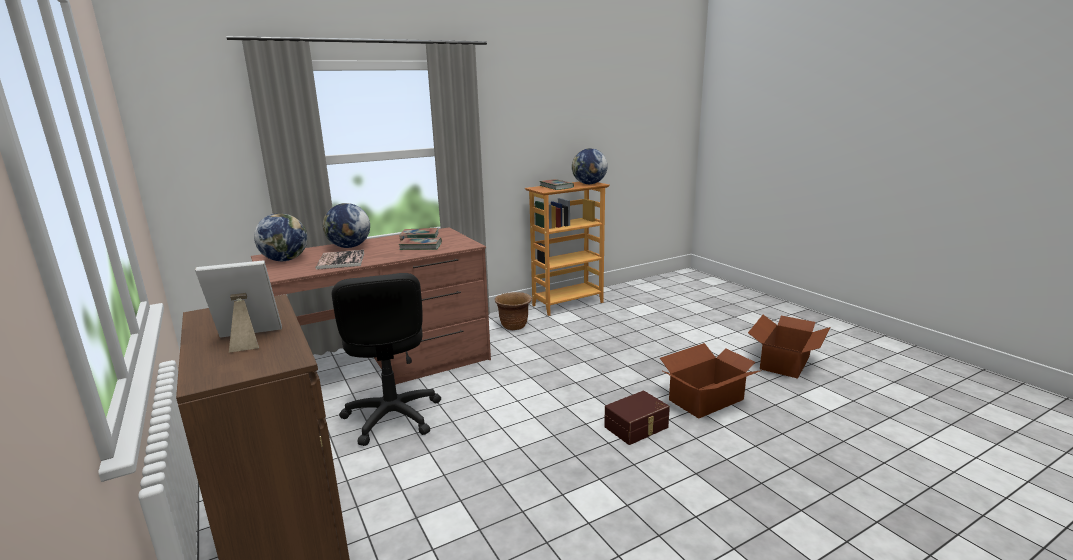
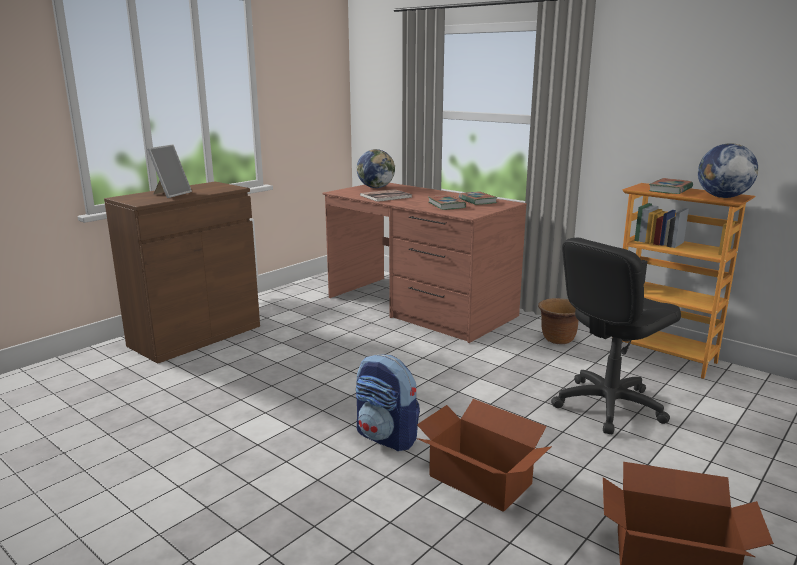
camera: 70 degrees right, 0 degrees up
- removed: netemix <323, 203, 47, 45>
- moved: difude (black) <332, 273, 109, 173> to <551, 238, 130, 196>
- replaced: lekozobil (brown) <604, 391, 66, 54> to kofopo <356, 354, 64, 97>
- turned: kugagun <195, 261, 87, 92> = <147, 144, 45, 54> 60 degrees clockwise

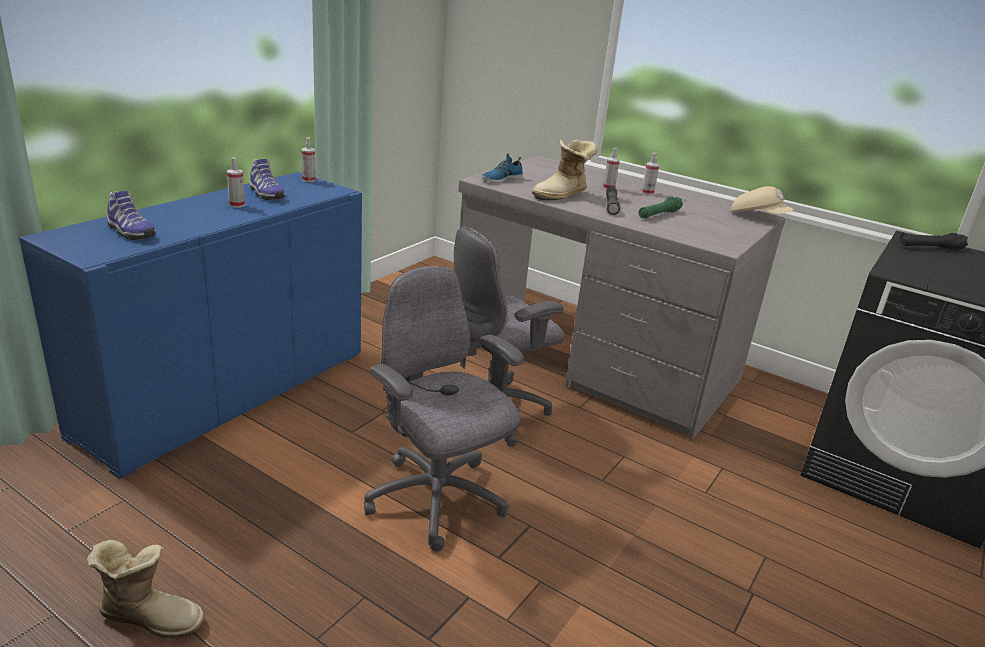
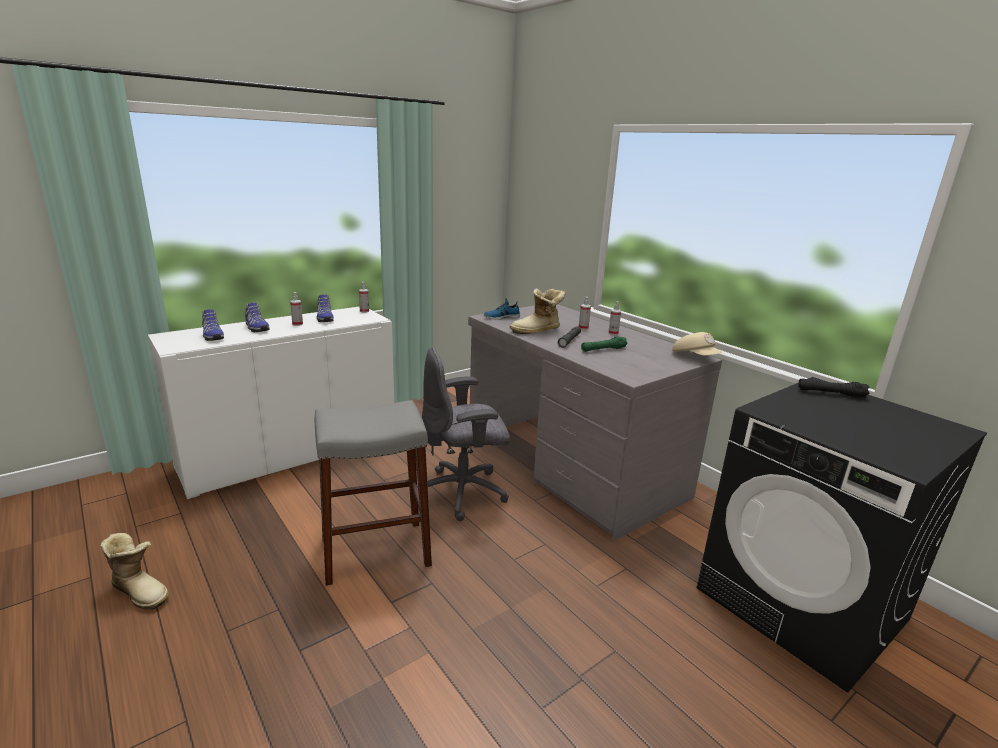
camera: 20 degrees right, 5 degrees down
- added: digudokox <245, 302, 24, 30>
- replaced: difude (grey) <364, 266, 160, 286> to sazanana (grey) <315, 400, 117, 186>
- recoloured: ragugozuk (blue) <19, 172, 343, 307> to ragugozuk (white) <148, 306, 246, 193>

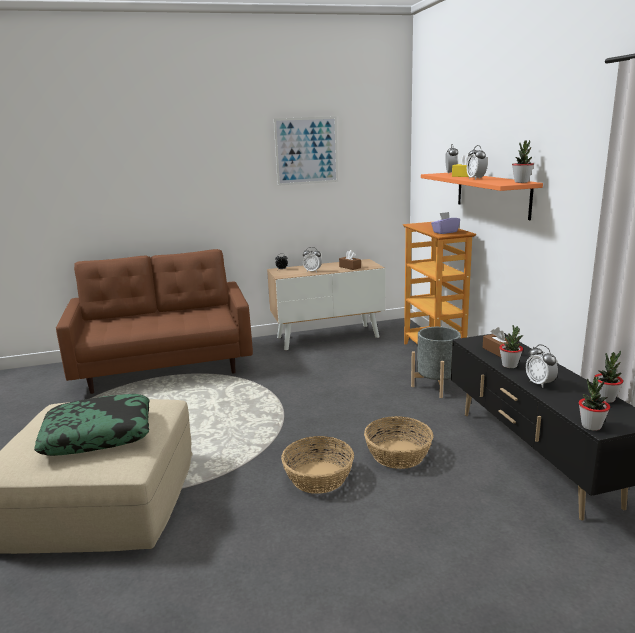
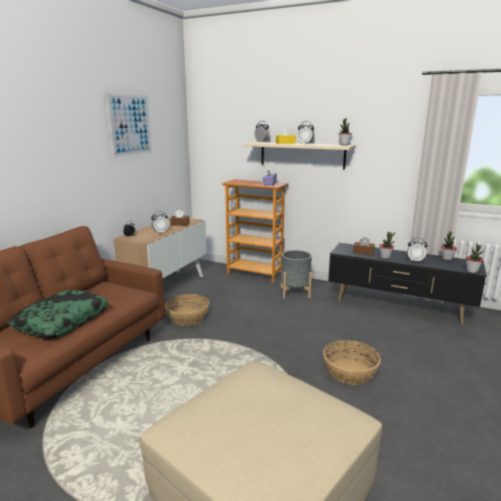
camera: 50 degrees left, 0 degrees up
- moved: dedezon <34, 394, 116, 62> to <8, 290, 101, 49>
- moved: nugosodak <364, 416, 69, 53> to <165, 294, 44, 31>
- recoloured: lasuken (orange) <421, 172, 122, 48> to lasuken (beige) <243, 142, 113, 27>

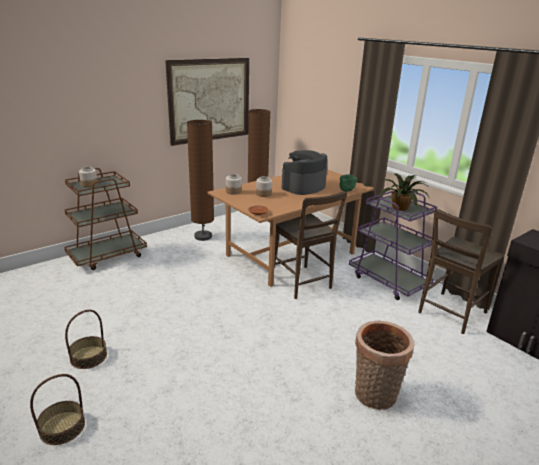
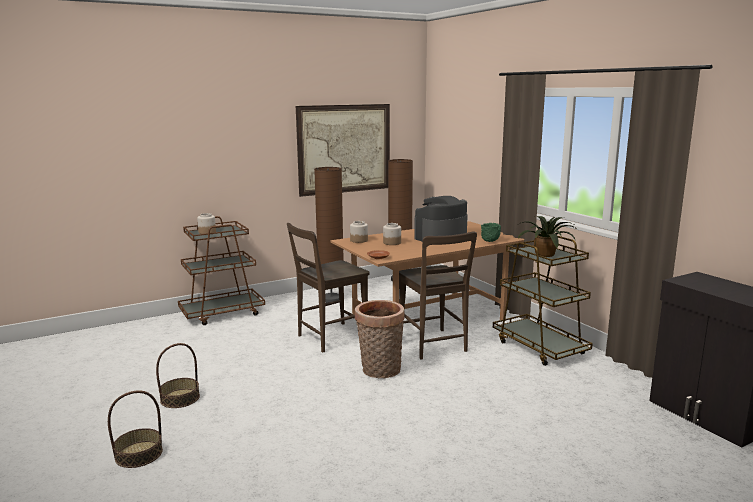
camera: 10 degrees right, 10 degrees down
- moved: nugosodak <355, 321, 59, 89> to <355, 300, 50, 78>
- moved: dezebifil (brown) <418, 209, 86, 125> to <287, 223, 83, 129>
- recoloured: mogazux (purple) <349, 190, 88, 110> to mogazux (brown) <493, 236, 100, 130>

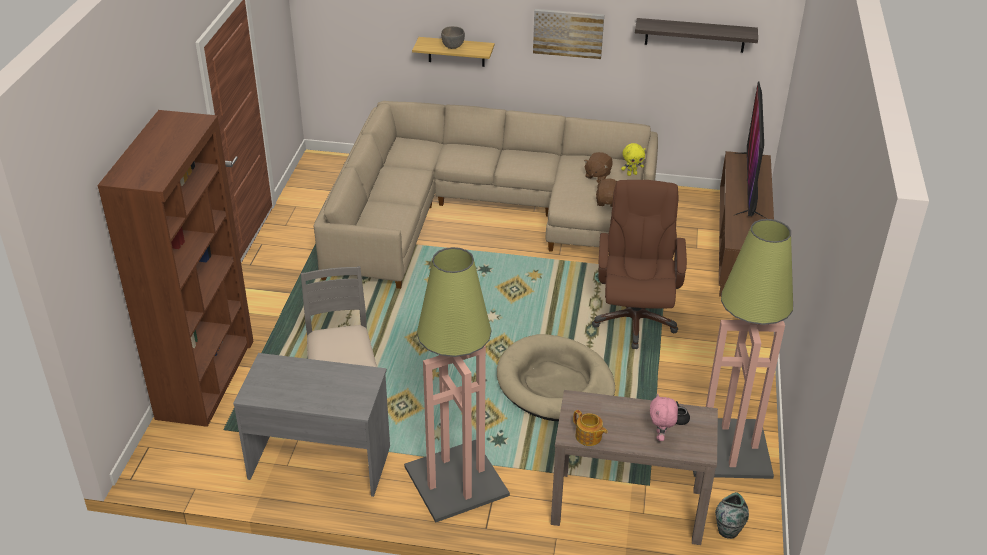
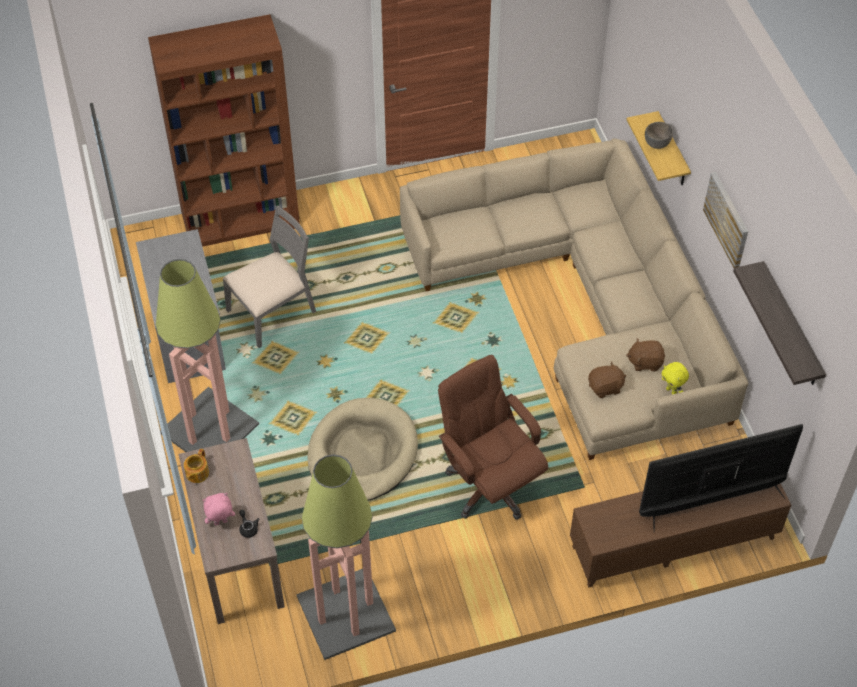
camera: 65 degrees right, 15 degrees up
- removed: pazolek <715, 492, 34, 47>
- turned: difude (brown) <592, 180, 95, 169> = <438, 355, 110, 165> 105 degrees counterclockwise

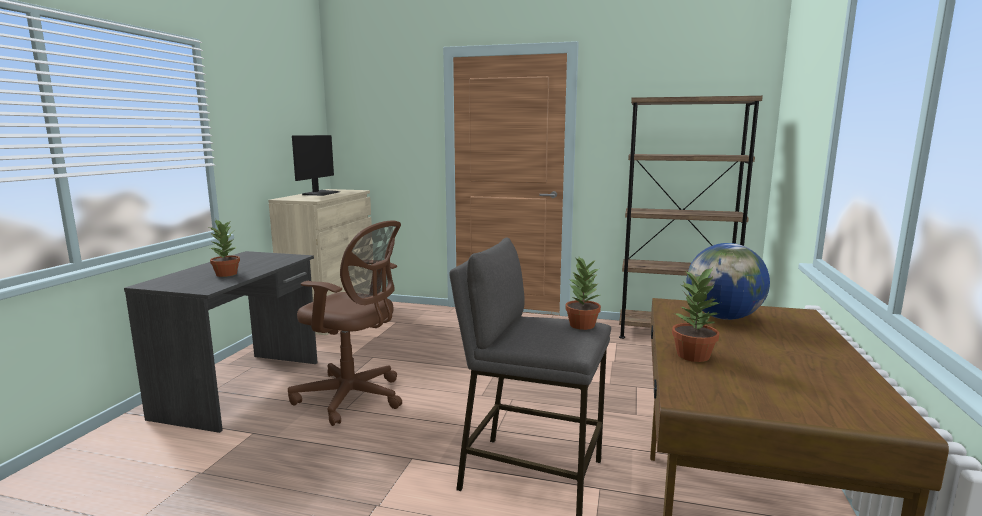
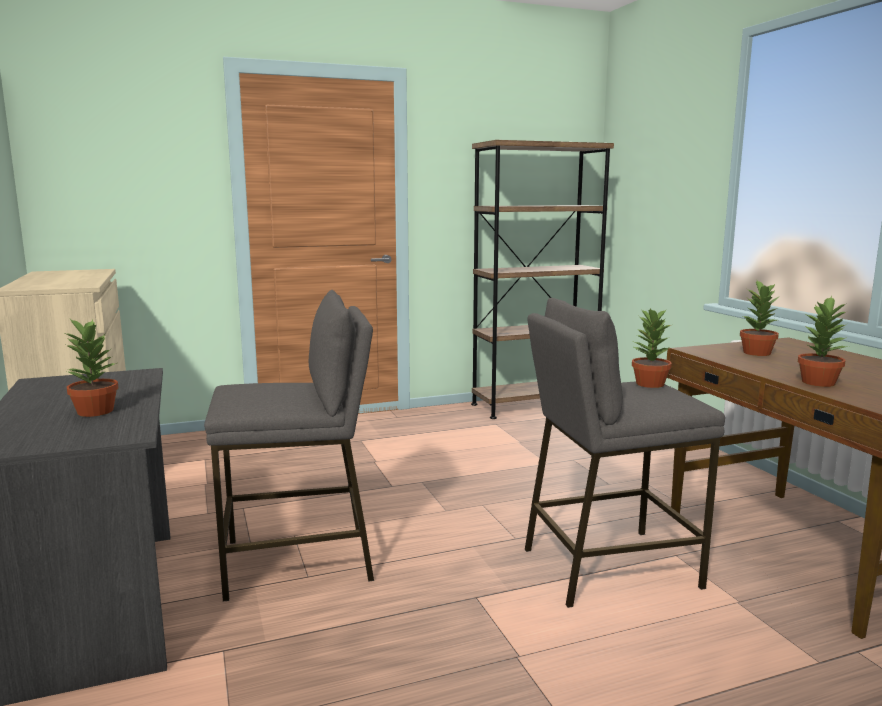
camera: 35 degrees left, 0 degrees up
- removed: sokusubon <292, 135, 47, 61>
- replaced: difude (brown) <288, 220, 114, 206> to sazanana (grey) <204, 290, 170, 312>
- replaced: netemix <687, 243, 83, 77> to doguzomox <740, 280, 40, 76>

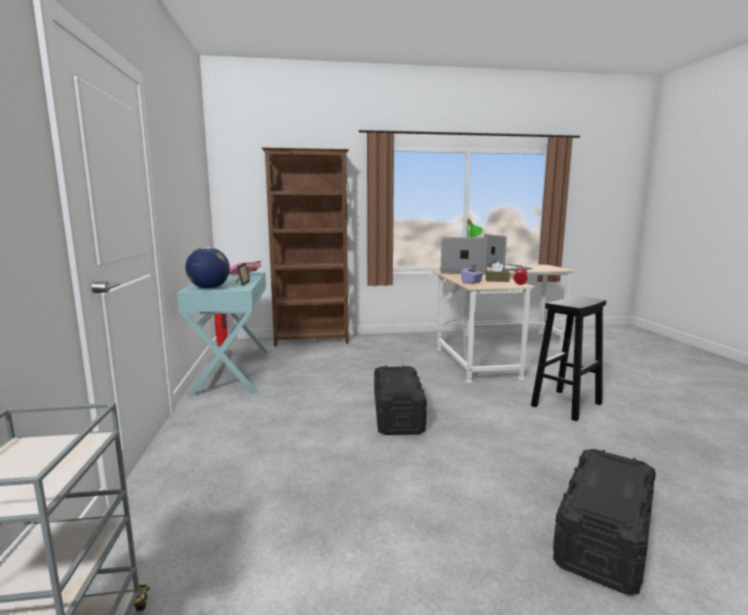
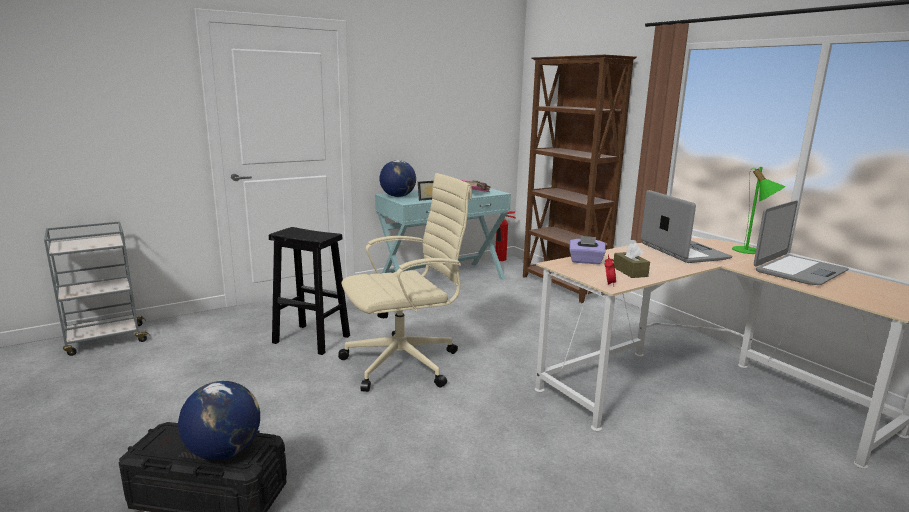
camera: 65 degrees right, 5 degrees up
- added: netemix <178, 381, 82, 79>
- moved: sazanana (black) <531, 296, 75, 125> to <269, 227, 81, 128>
- replaced: lekozobil (black) <374, 365, 53, 70> to difude (beige) <338, 173, 134, 219>

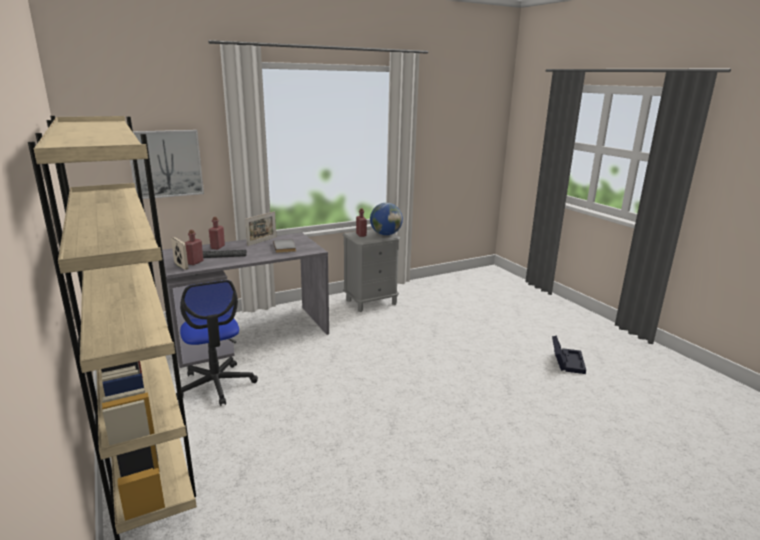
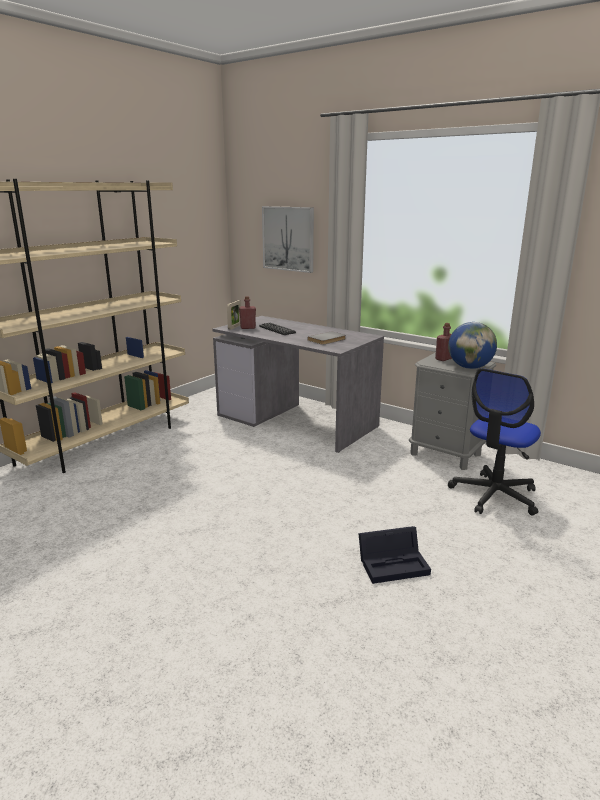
camera: 65 degrees right, 0 degrees up
- removed: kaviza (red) <209, 217, 16, 32>
- removed: kugagun <245, 211, 31, 35>
- moved: difude <176, 280, 82, 126> to <448, 368, 93, 148>
- moved: lekozobil (black) <552, 335, 34, 39> to <358, 526, 73, 58>

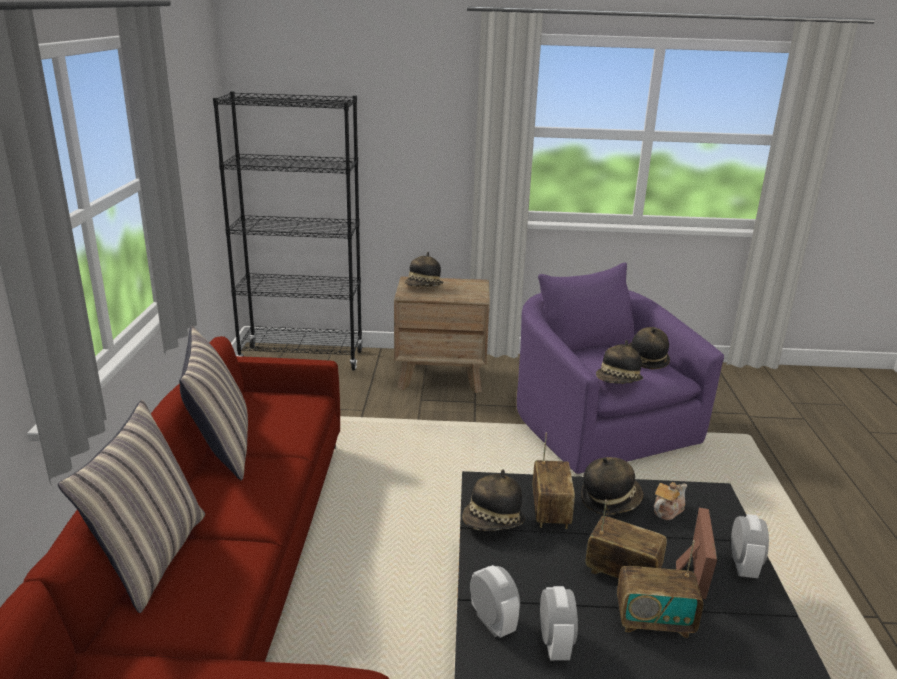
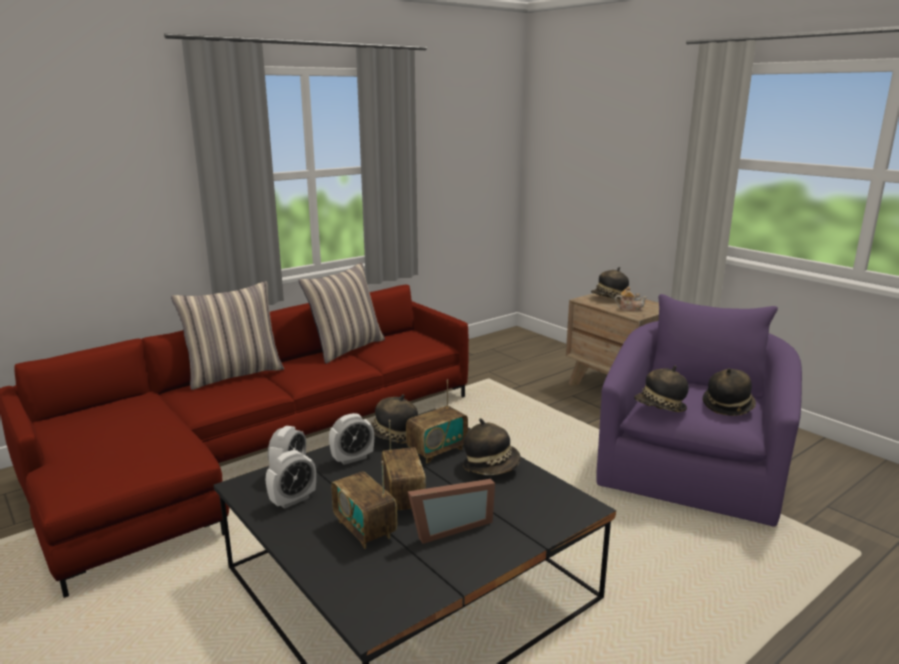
camera: 50 degrees right, 5 degrees down
- removed: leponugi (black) <213, 91, 150, 279>
- moved: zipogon <653, 482, 34, 38> to <615, 286, 32, 25>
- moved: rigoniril <731, 514, 38, 64> to <329, 413, 45, 52>

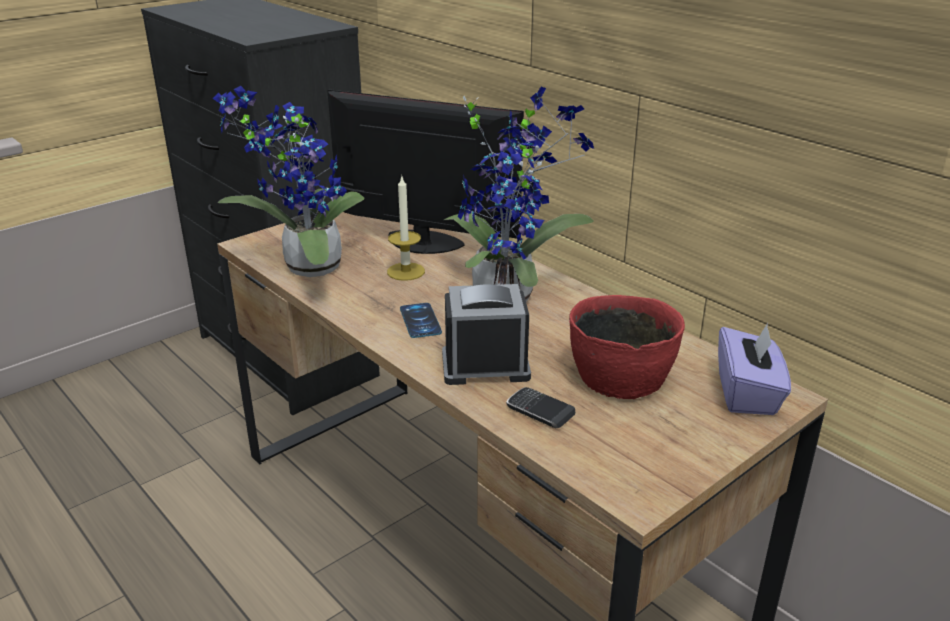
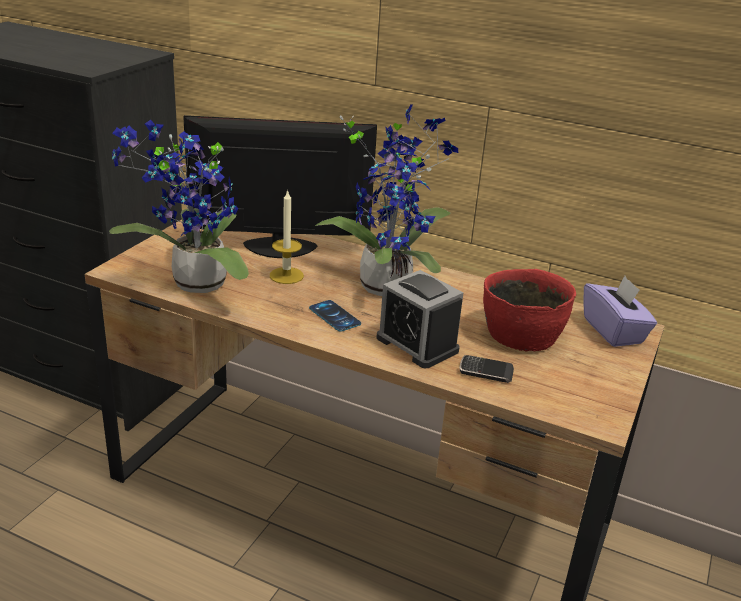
camera: 25 degrees left, 0 degrees up
- turned: rigoniril <442, 284, 89, 101> = <376, 270, 87, 98> 105 degrees counterclockwise

